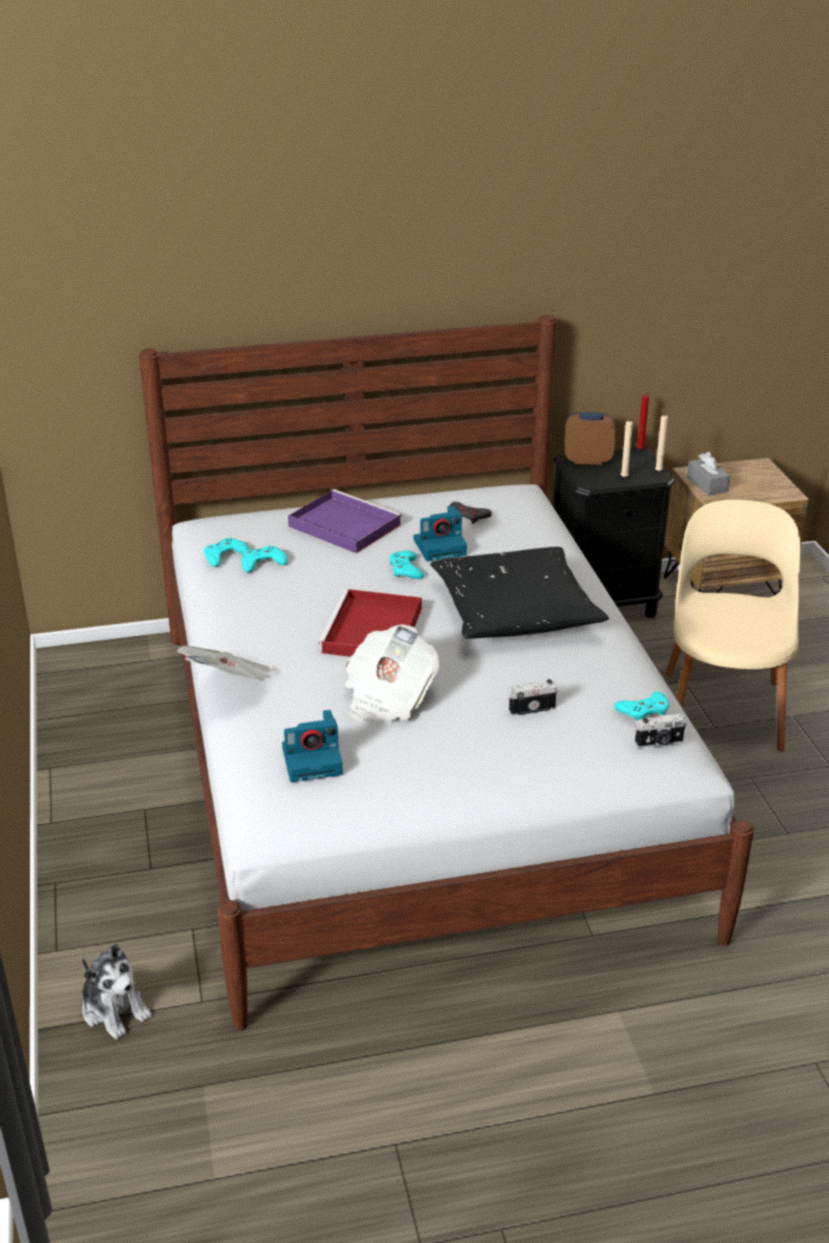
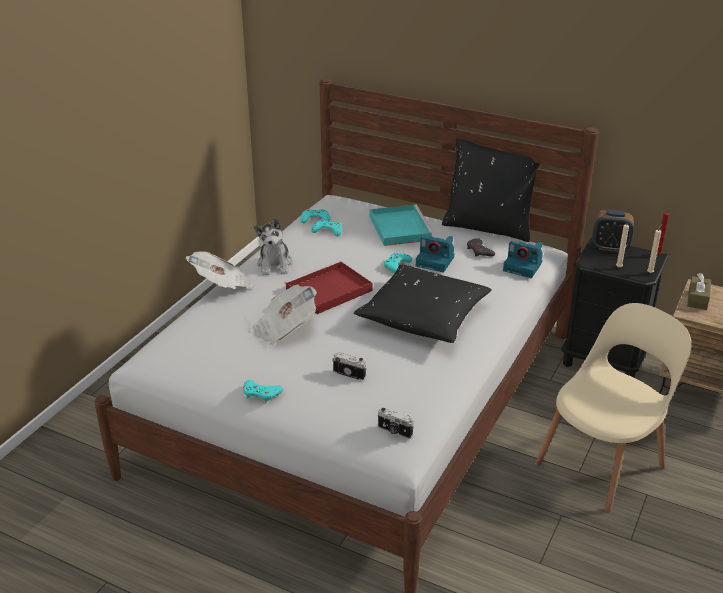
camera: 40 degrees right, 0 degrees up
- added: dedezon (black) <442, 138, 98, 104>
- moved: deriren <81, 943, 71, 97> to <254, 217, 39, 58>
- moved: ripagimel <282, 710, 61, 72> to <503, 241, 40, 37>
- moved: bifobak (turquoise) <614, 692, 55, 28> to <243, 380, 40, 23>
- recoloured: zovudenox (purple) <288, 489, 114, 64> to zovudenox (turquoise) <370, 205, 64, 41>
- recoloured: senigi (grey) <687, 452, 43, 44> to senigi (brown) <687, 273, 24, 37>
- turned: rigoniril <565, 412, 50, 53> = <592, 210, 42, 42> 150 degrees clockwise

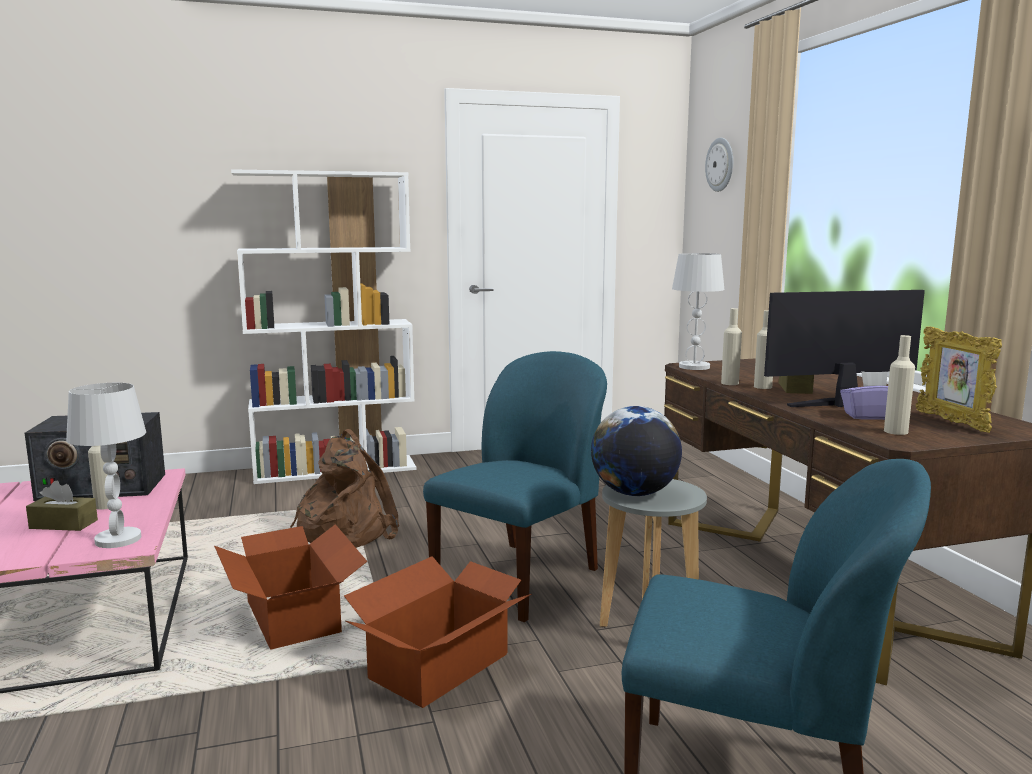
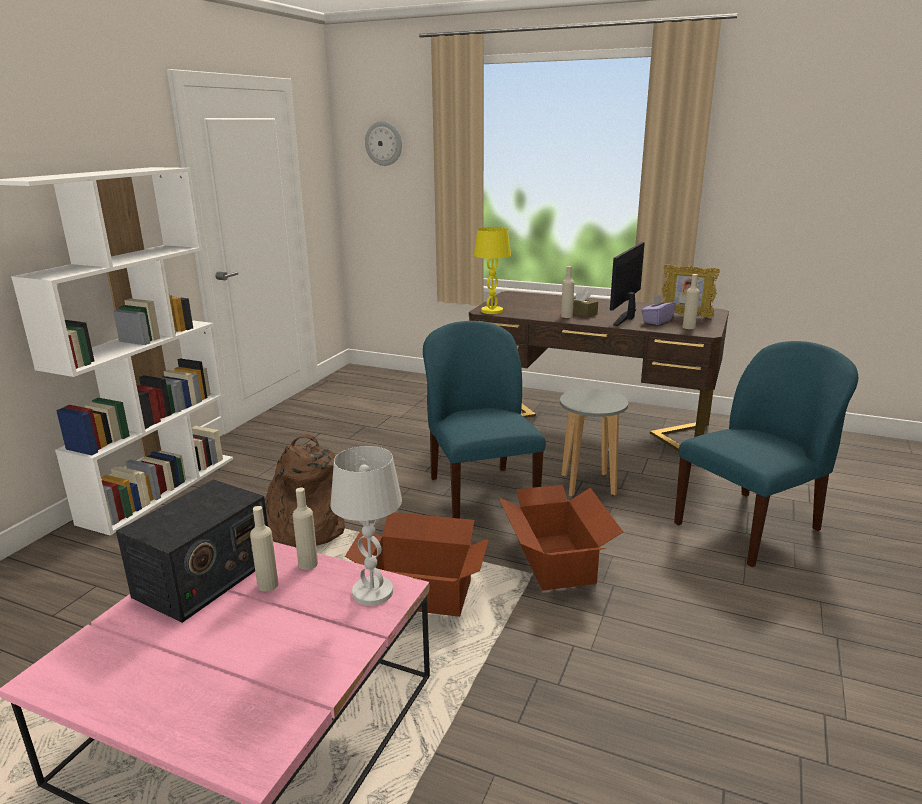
camera: 50 degrees left, 10 degrees up
- removed: senigi (brown) <26, 481, 72, 50>
- removed: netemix <591, 406, 91, 90>
- moved: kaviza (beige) <721, 308, 21, 77> to <293, 488, 25, 82>
- recoloured: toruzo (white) <672, 253, 52, 117> to toruzo (yellow) <474, 227, 37, 87>

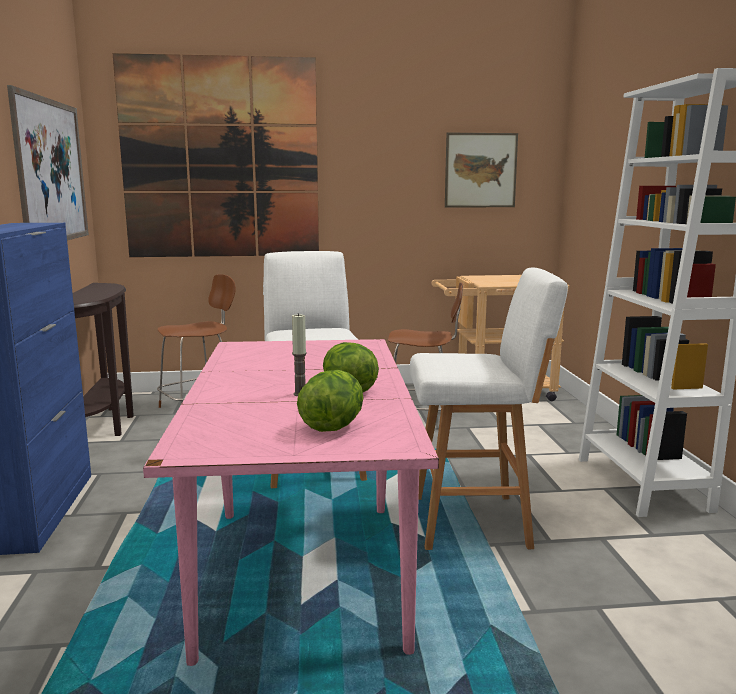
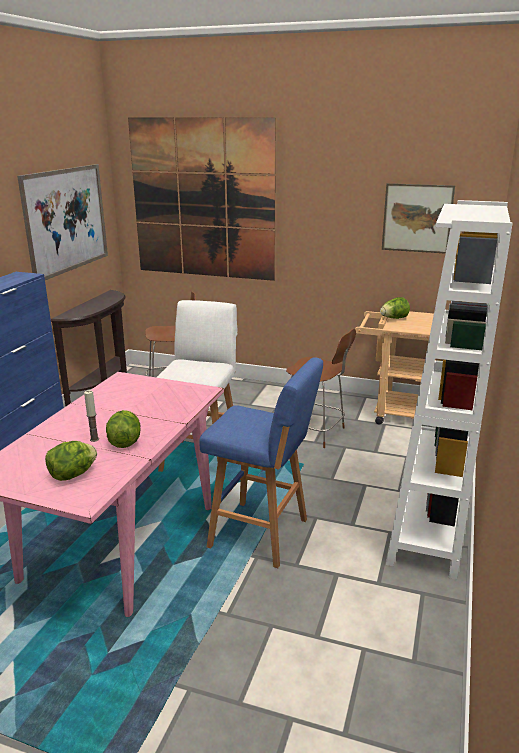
camera: 25 degrees right, 10 degrees up
- added: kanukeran <380, 297, 30, 22>
- recoloured: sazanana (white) <410, 268, 158, 282> to sazanana (blue) <199, 357, 124, 211>

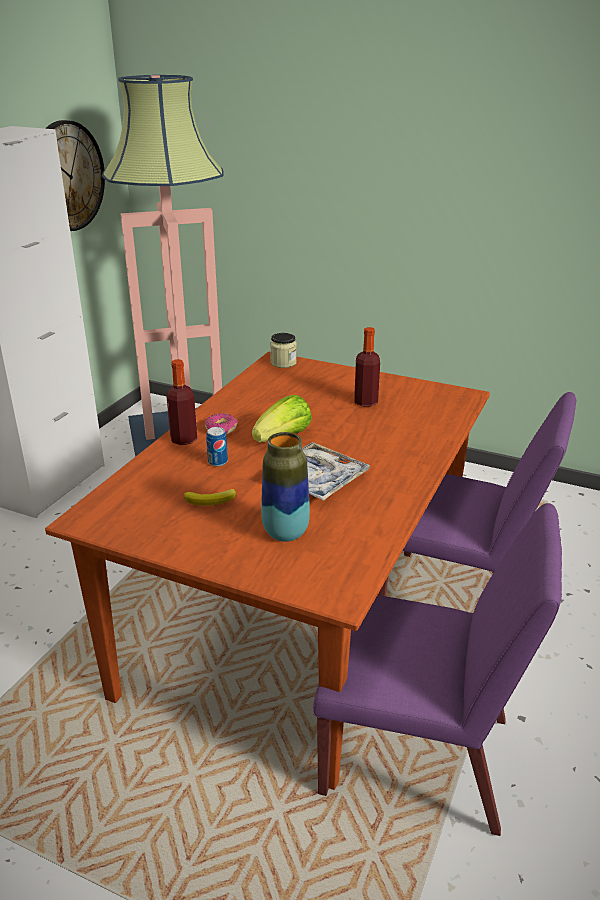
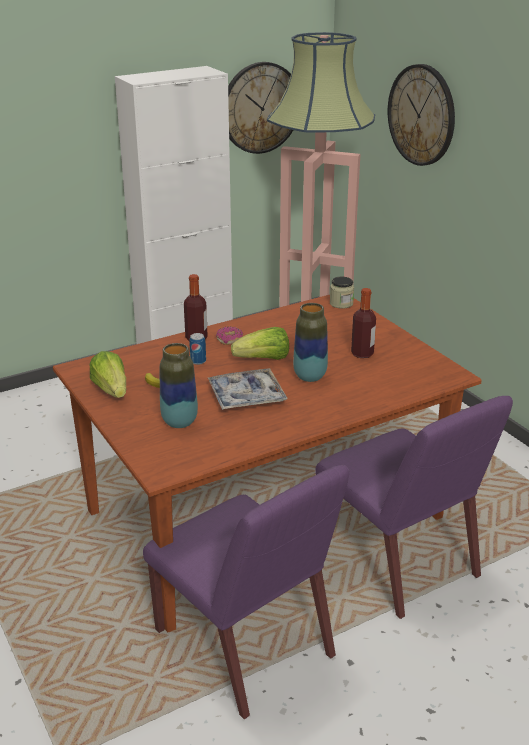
camera: 35 degrees right, 0 degrees up
- added: kanukeran <89, 351, 37, 47>
- added: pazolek <293, 303, 35, 79>
- added: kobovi <388, 64, 67, 102>

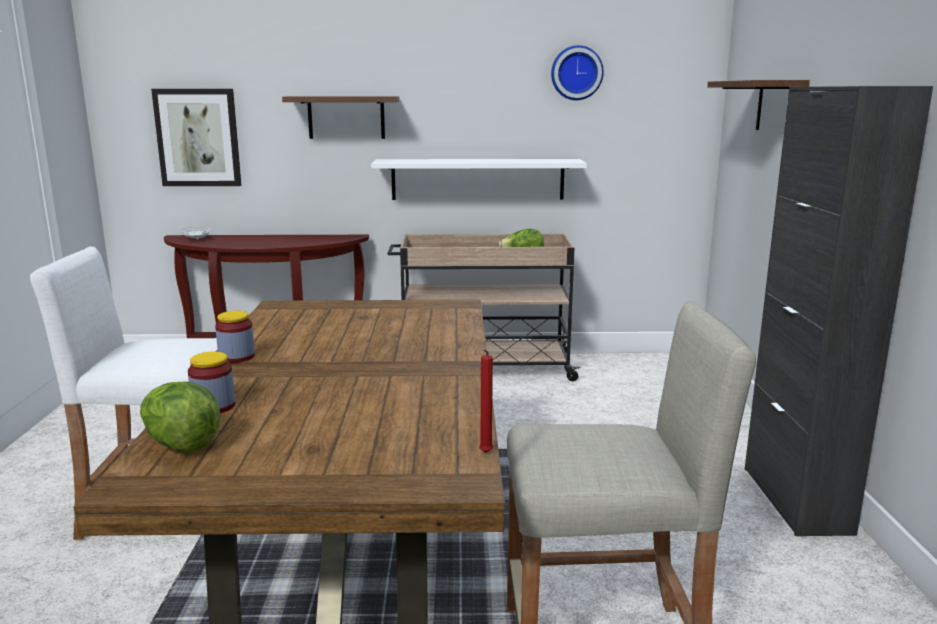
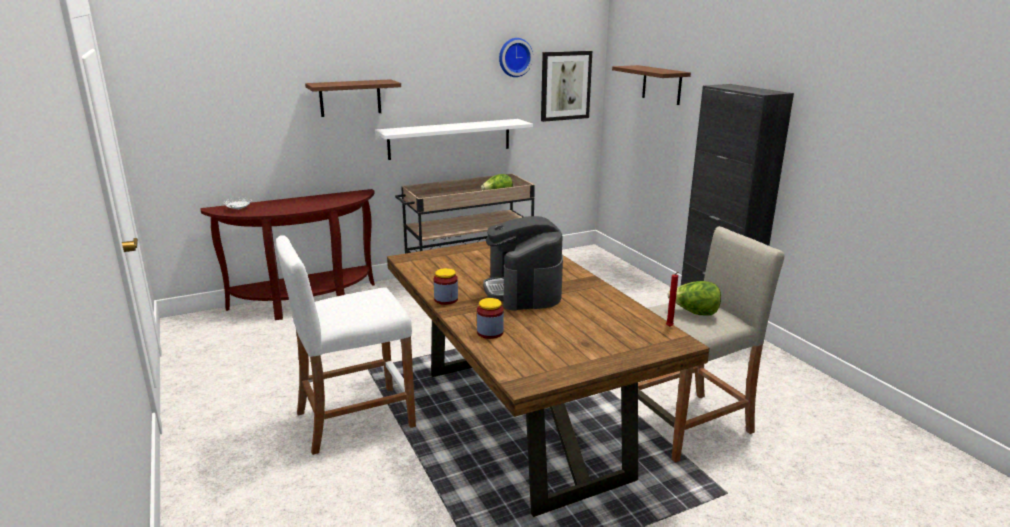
camera: 25 degrees left, 5 degrees up
- added: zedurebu <483, 216, 80, 94>
- moved: kanukeran <140, 381, 81, 72> to <667, 281, 54, 34>
- moved: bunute <151, 89, 90, 97> to <541, 51, 51, 71>

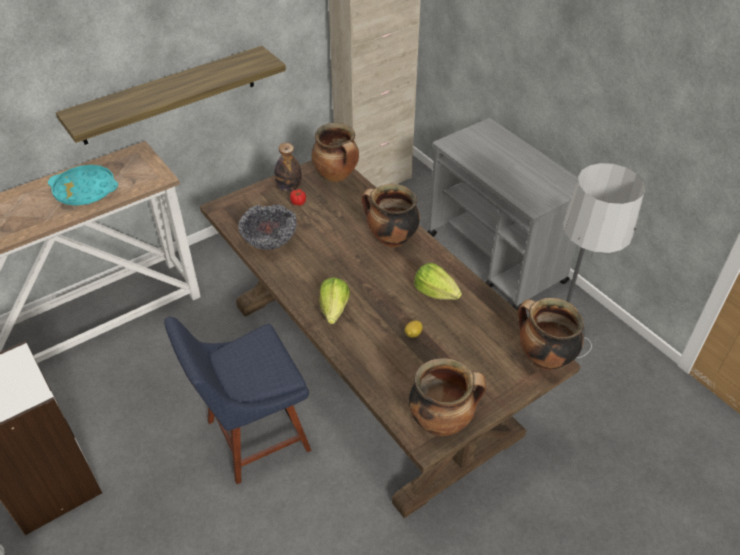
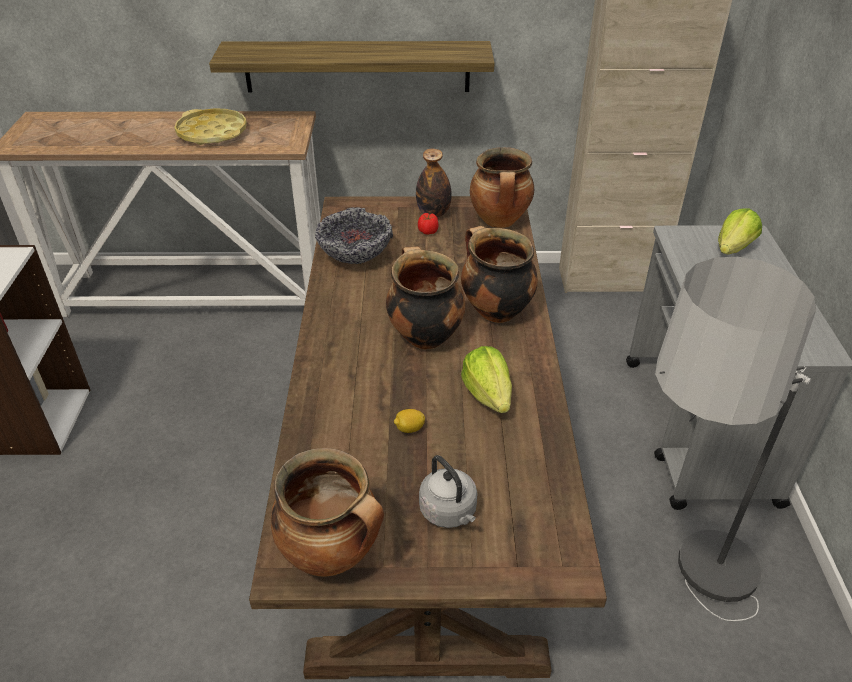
camera: 35 degrees right, 5 degrees down
- removed: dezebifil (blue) <164, 317, 148, 167>
- added: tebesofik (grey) <419, 455, 59, 73>
- moved: kanukeran <319, 277, 31, 47> to <718, 208, 44, 46>
- moved: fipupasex <518, 298, 66, 72> to <386, 246, 79, 103>
- recoloured: zovudenox (turquoise) <48, 165, 70, 41> to zovudenox (yellow) <174, 108, 73, 37>

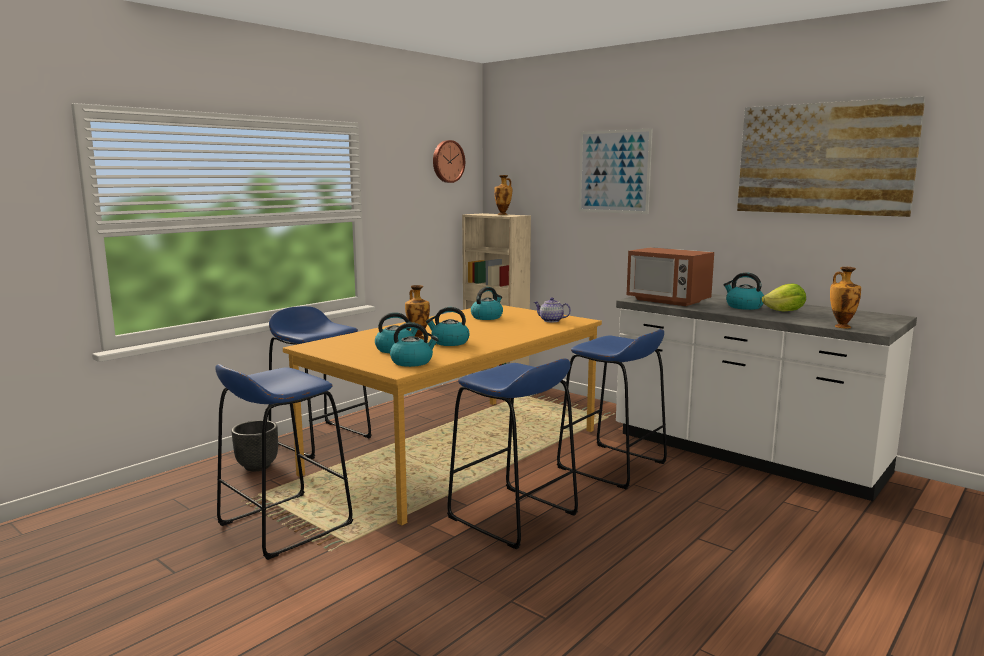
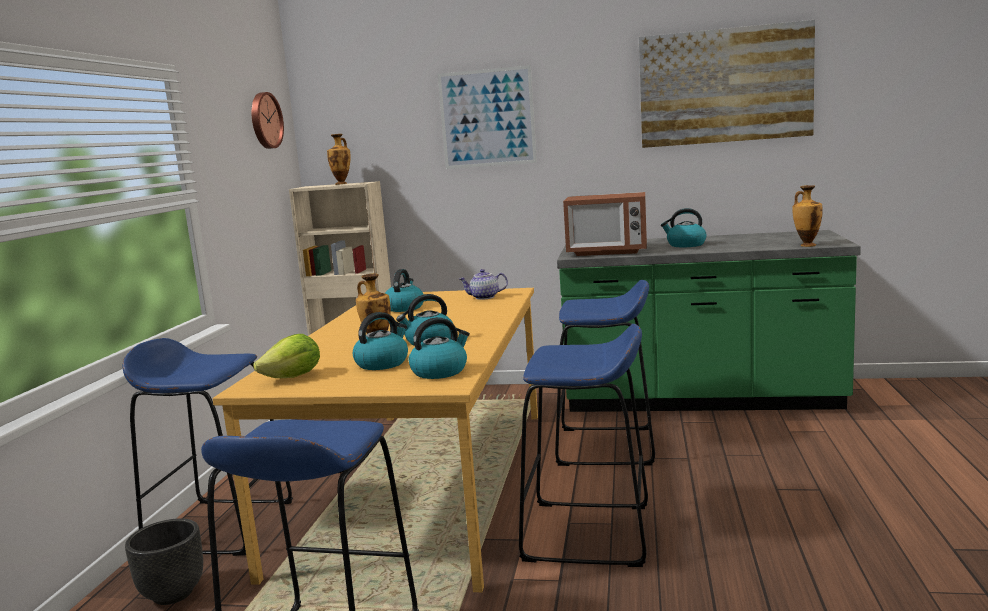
camera: 30 degrees left, 0 degrees up
- moved: kanukeran <762, 283, 44, 28> to <253, 334, 67, 44>
- recoloured: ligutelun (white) <616, 294, 301, 207> to ligutelun (green) <557, 230, 304, 182>

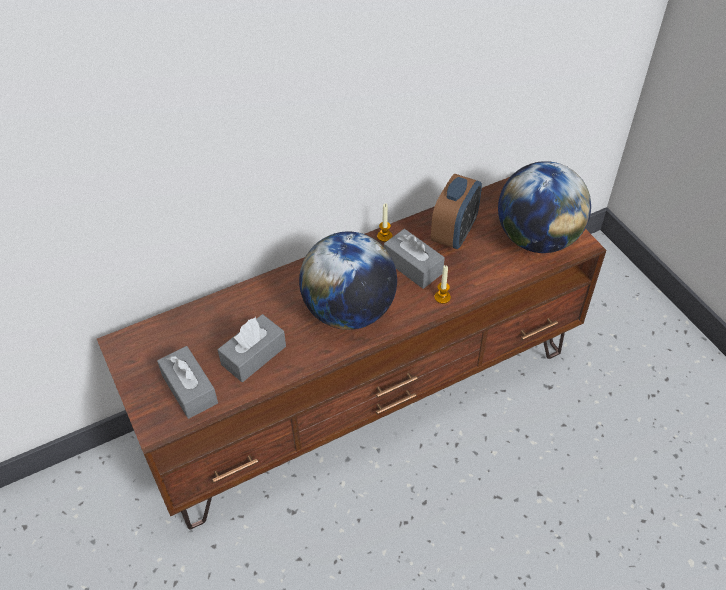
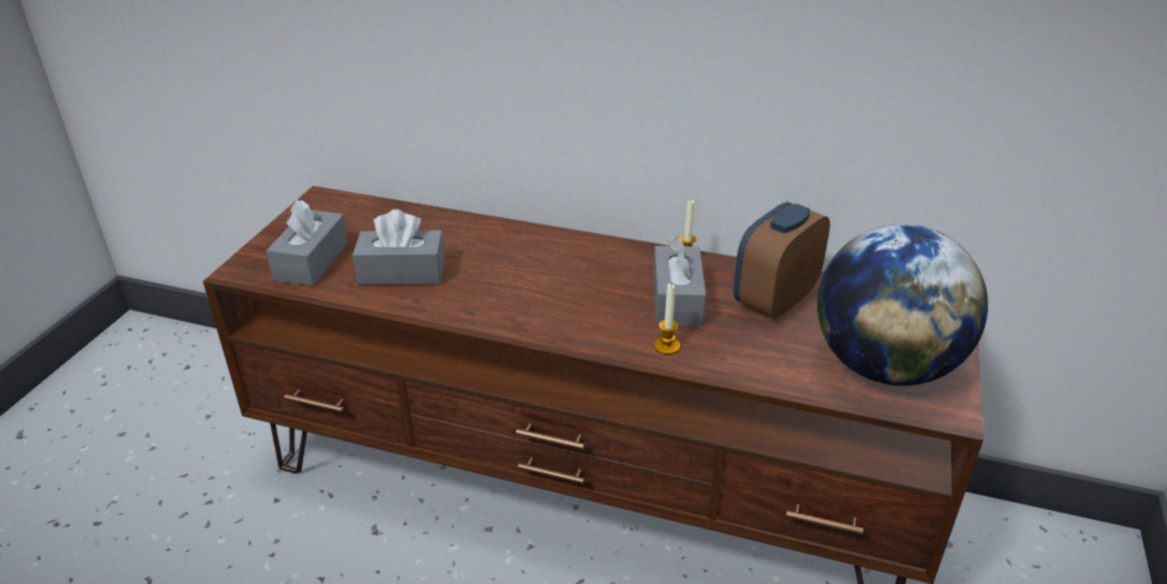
camera: 45 degrees right, 15 degrees down
- removed: netemix <299, 231, 98, 99>
- turned: rigoniril <431, 174, 51, 75> = <733, 202, 97, 118> 150 degrees clockwise

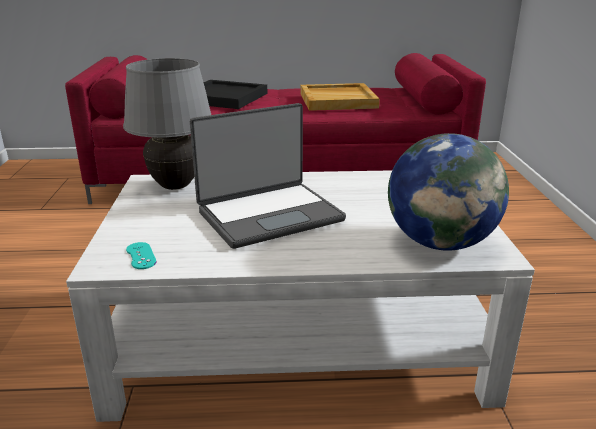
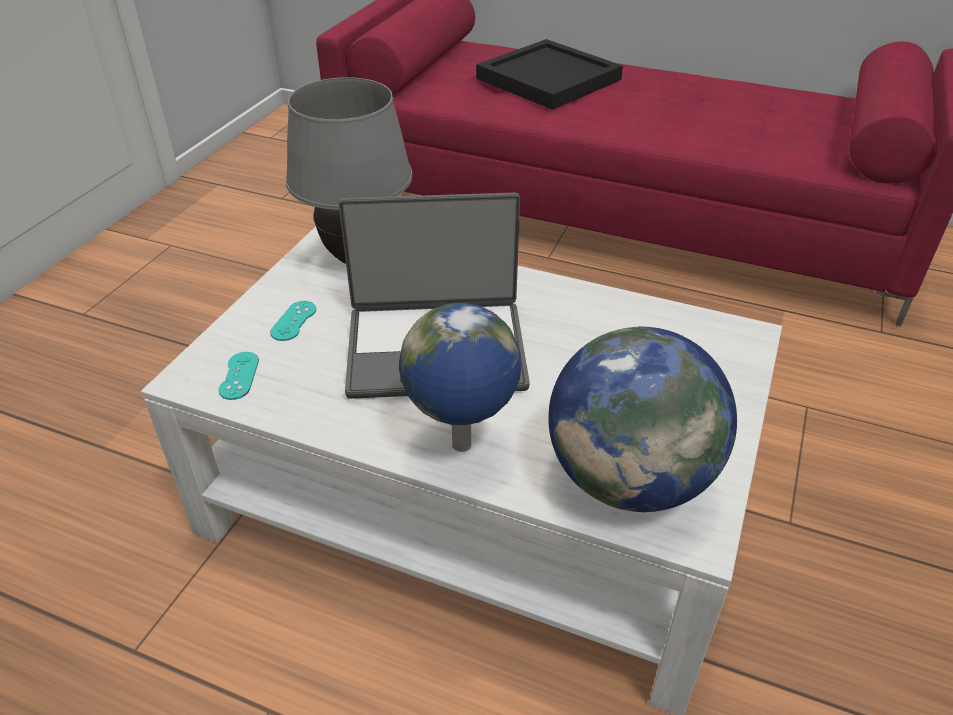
camera: 25 degrees right, 15 degrees up
- removed: zovudenox (beige) <300, 83, 80, 28>
- added: bifobak (turquoise) <270, 301, 46, 40>
- added: netemix <399, 303, 122, 149>

